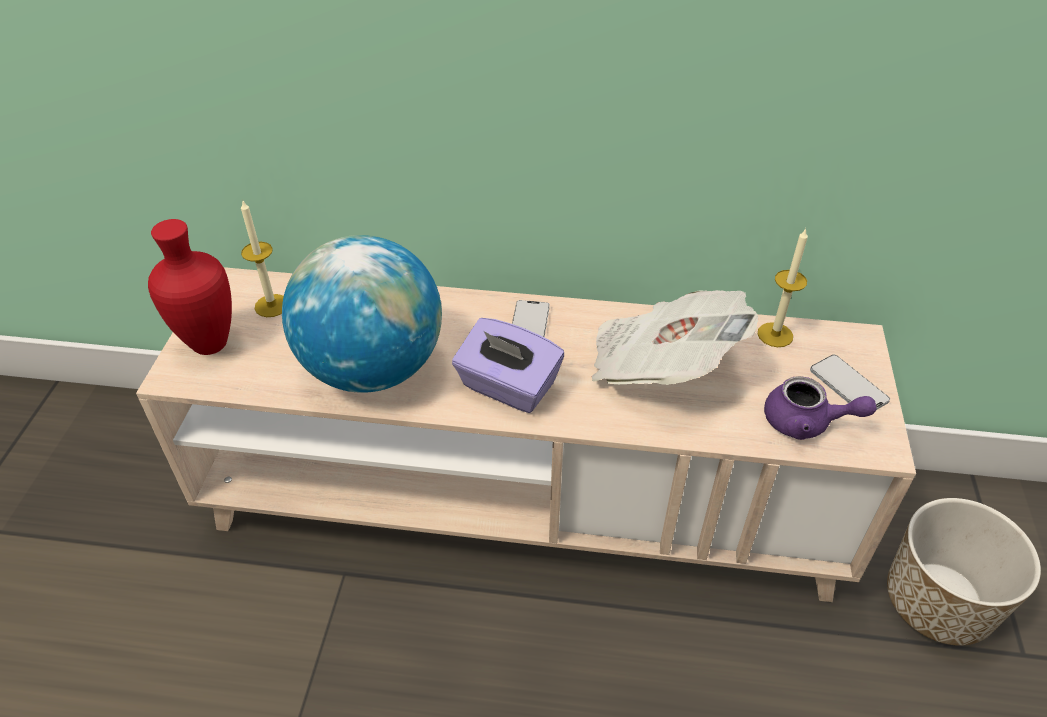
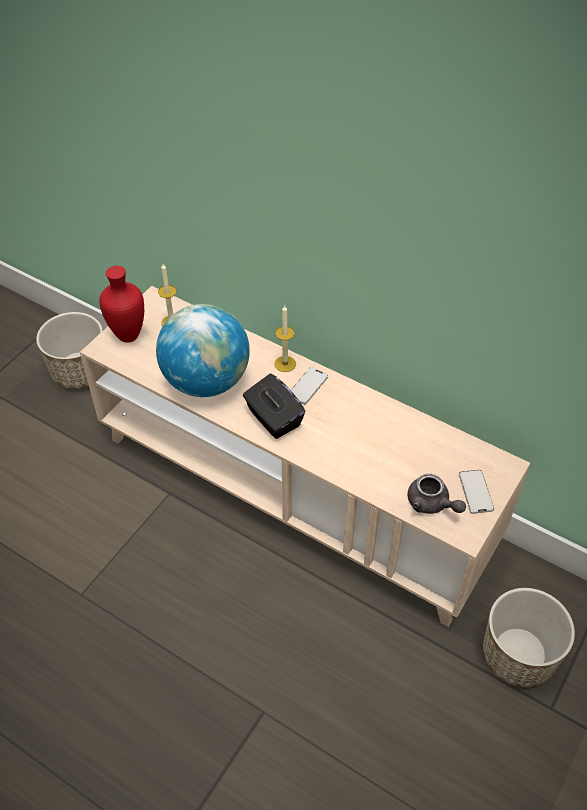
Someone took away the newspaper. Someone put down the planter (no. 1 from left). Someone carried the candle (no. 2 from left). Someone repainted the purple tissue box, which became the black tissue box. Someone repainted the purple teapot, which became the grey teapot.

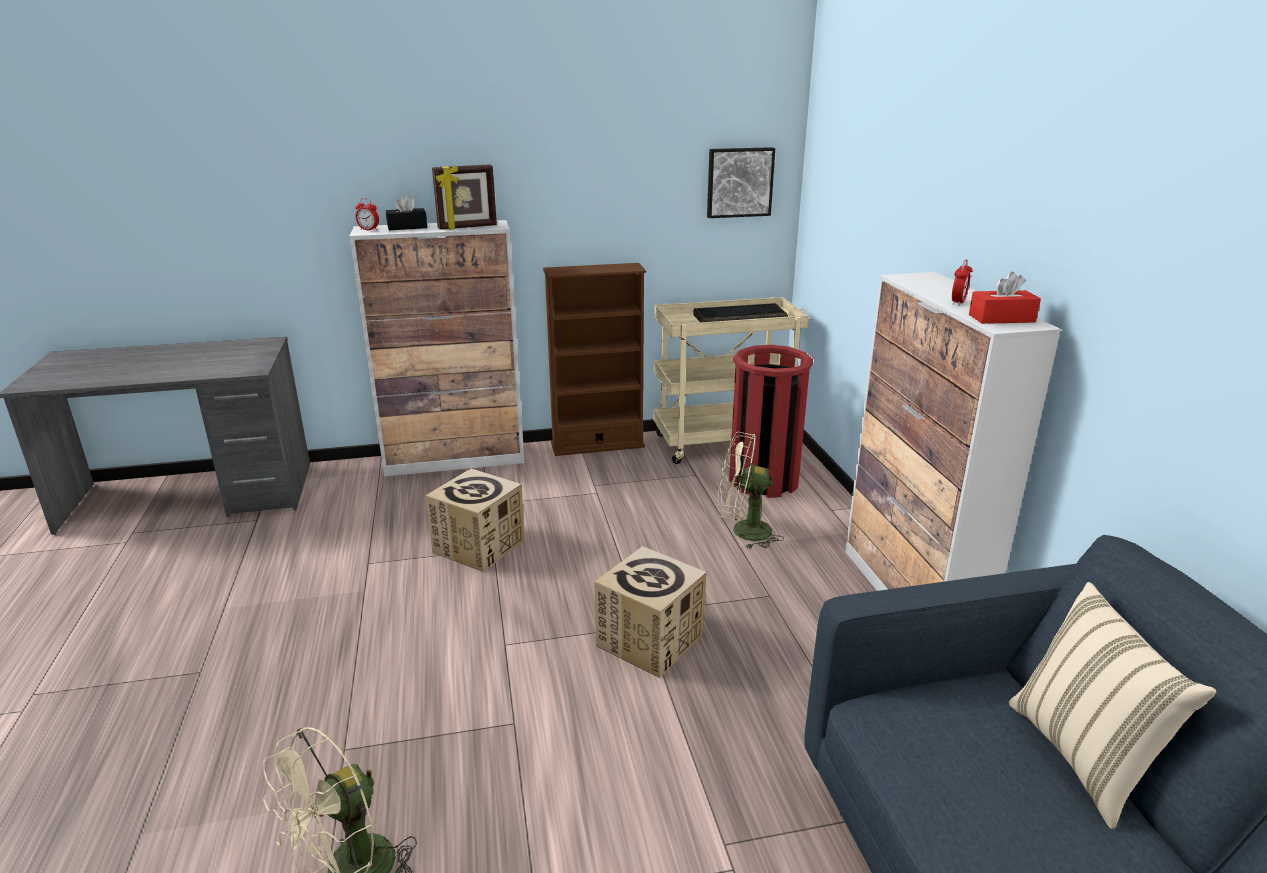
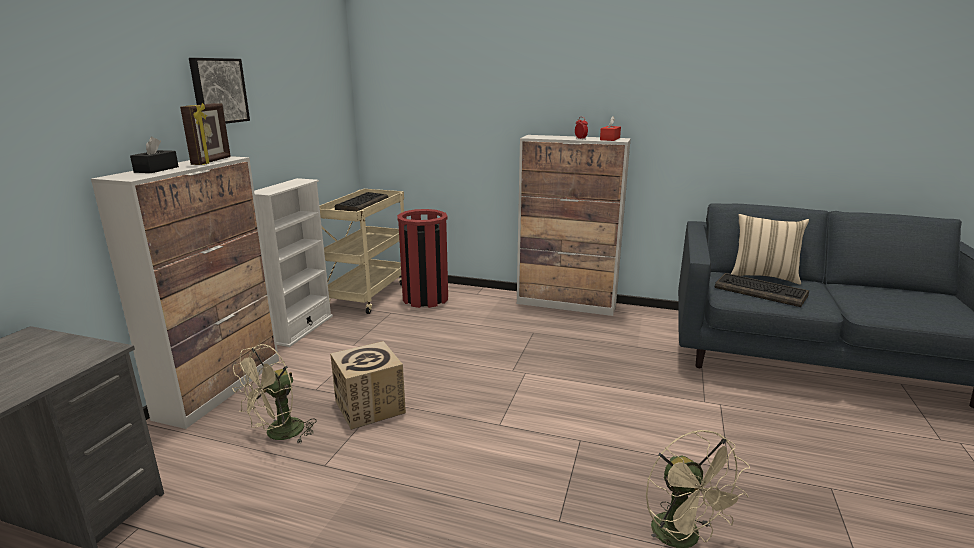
Someone took away the alarm clock (no. 1 from left). Someone took away the cardboard box (no. 2 from left). Someone put down the keyboard (no. 2 from left). Someone carried the picture. Someone carried the beige fan (no. 2 from left in the first image). Someone repainted the brown bookcase, which became the white bookcase.

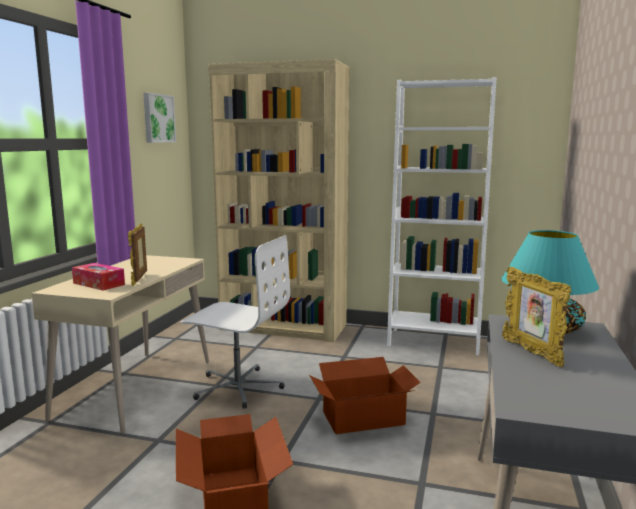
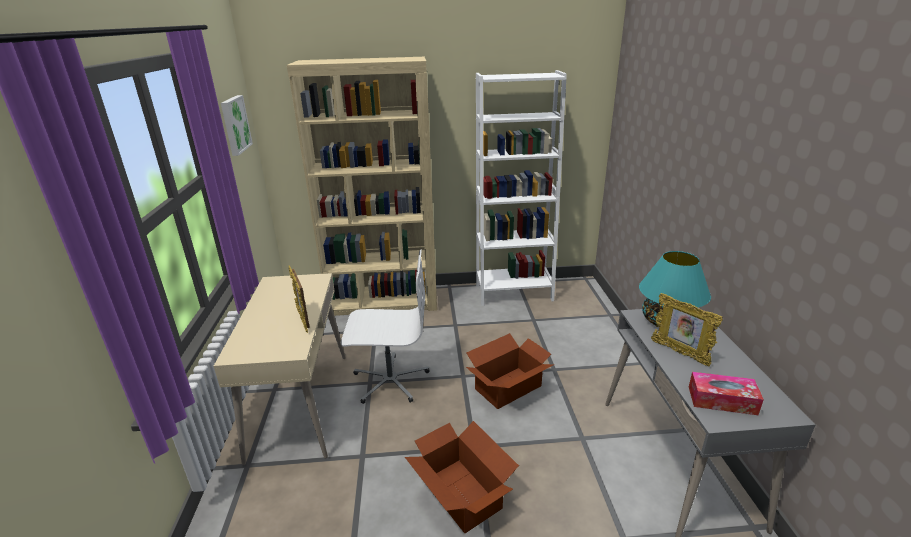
Someone carried the tissue box.

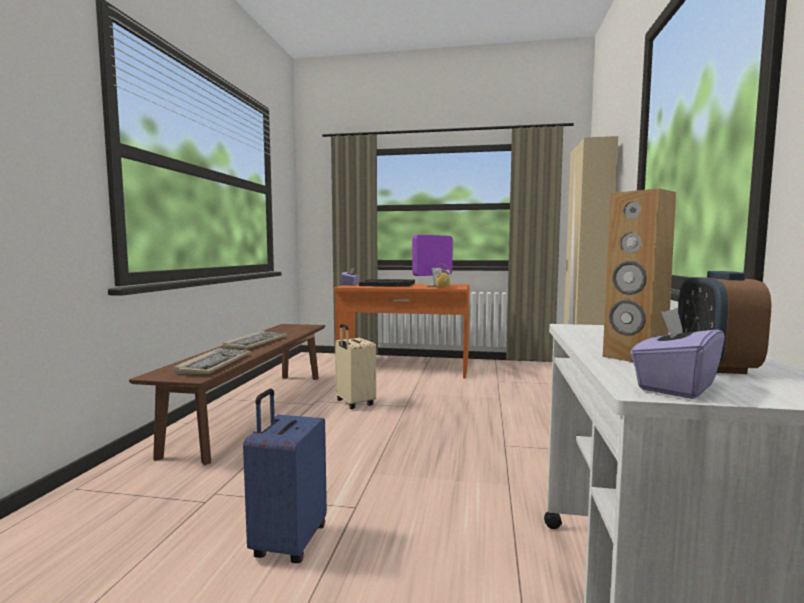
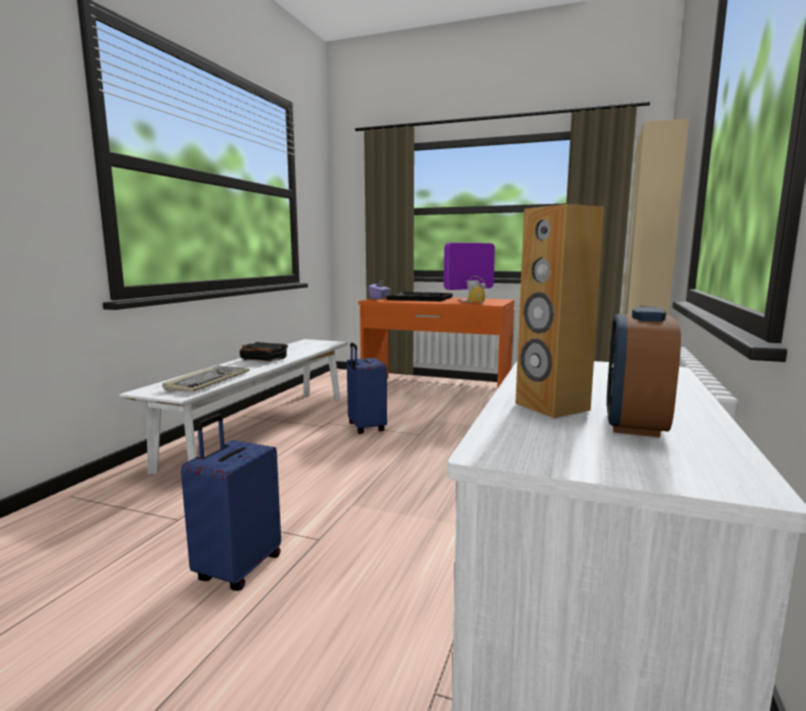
Someone took away the purple tissue box (no. 2 from left). Someone swapped the keyboard (no. 2 from left) for the black book. Someone repainted the brown bench, which became the white bench. Someone repainted the beige suitcase, which became the blue suitcase (no. 2 from left).

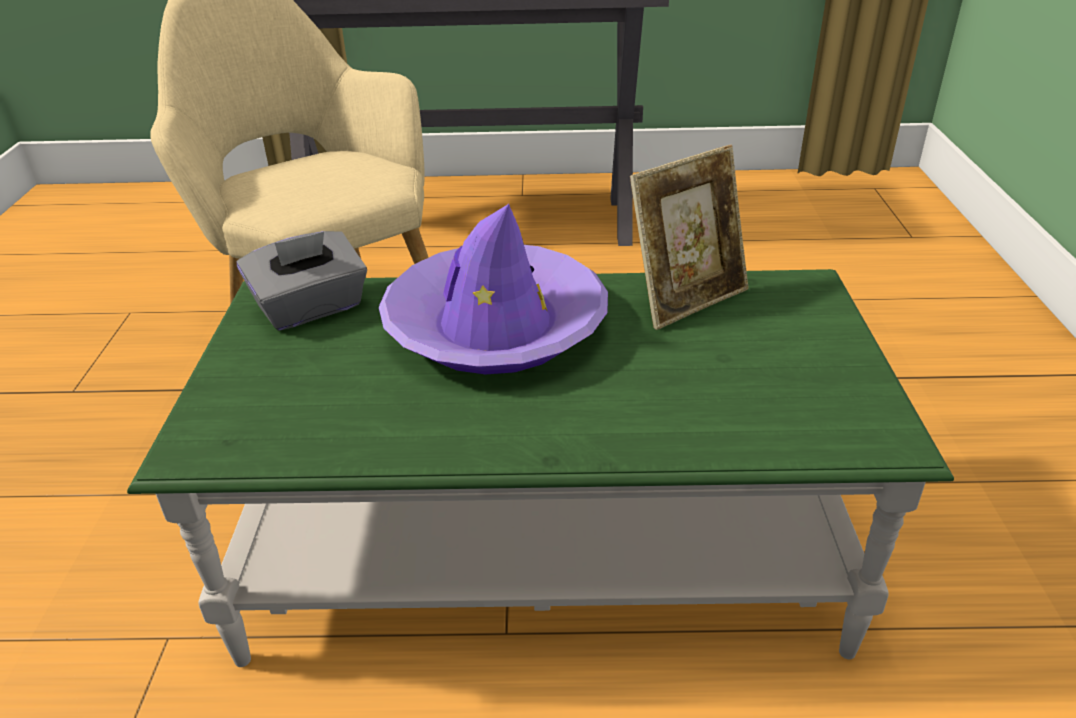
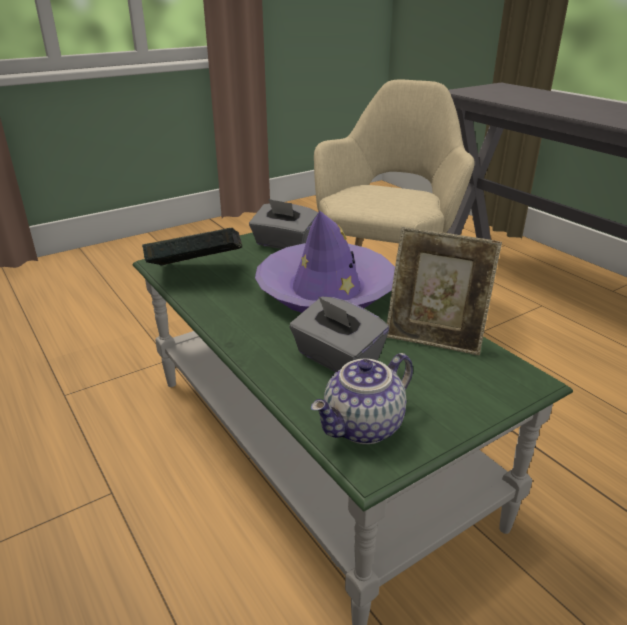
Someone put down the book. Someone put down the grey tissue box (no. 2 from left). Someone put down the teapot.

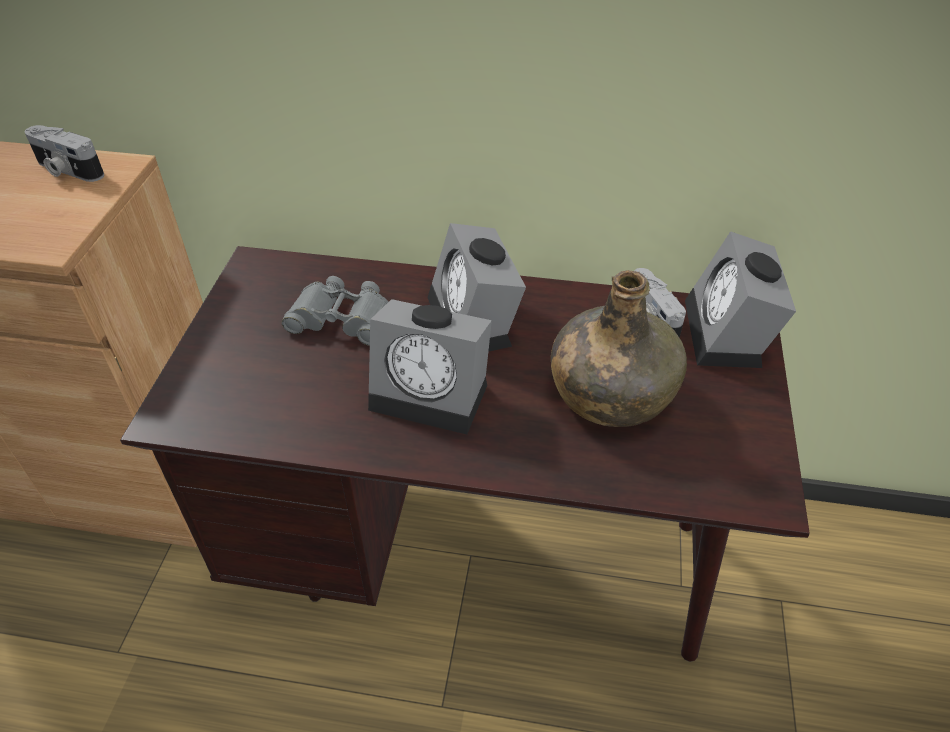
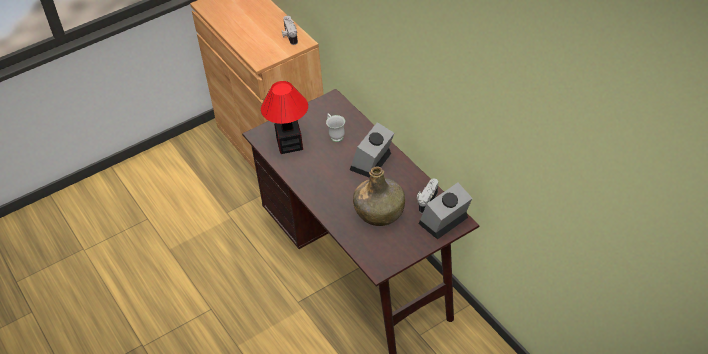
Someone took away the alarm clock (no. 1 from left). Someone put down the table lamp. Someone swapped the grey binoculars for the white mug.

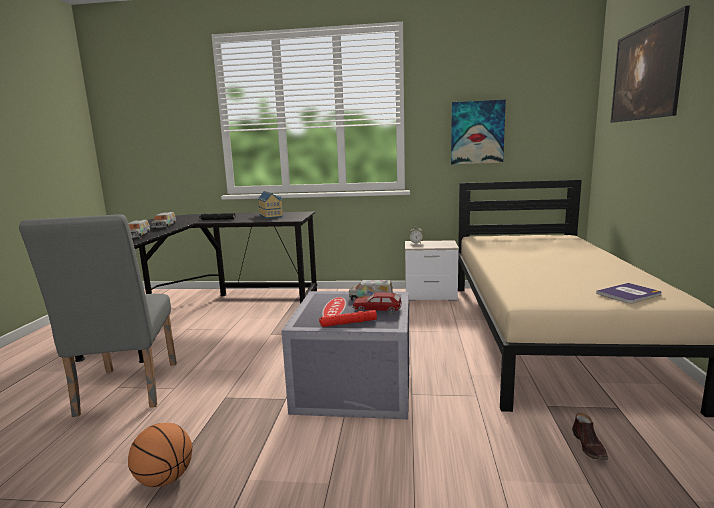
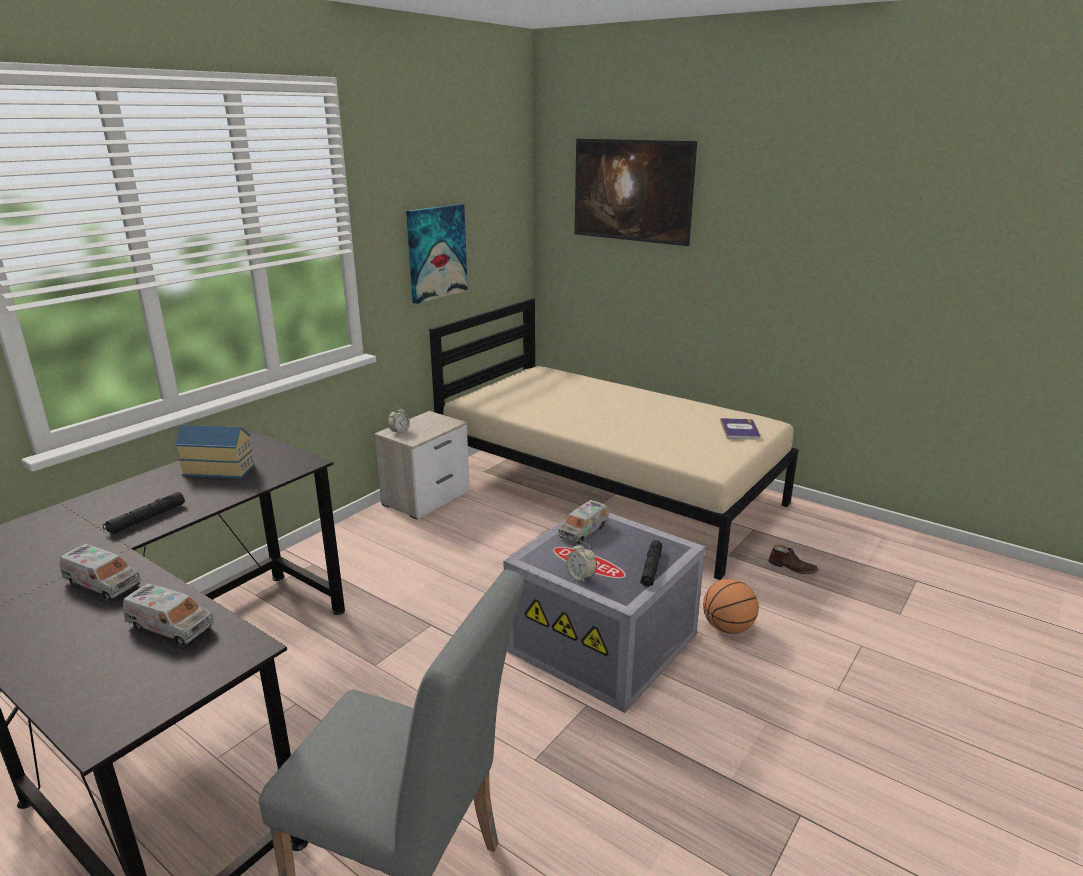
Someone took away the toy car. Someone put down the alarm clock (no. 2 from left). Someone carried the basketball. Someone repainted the red flashlight, which became the black flashlight (no. 2 from left).

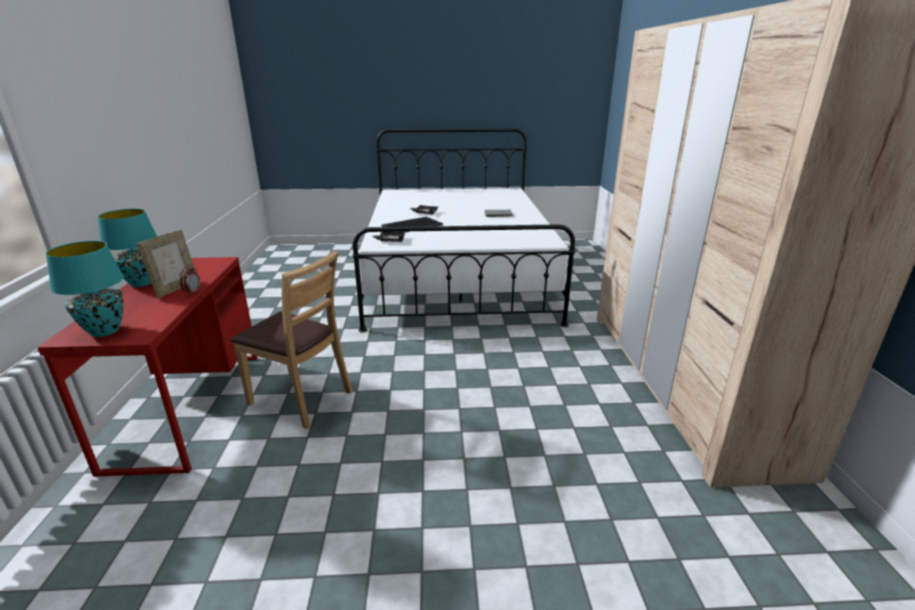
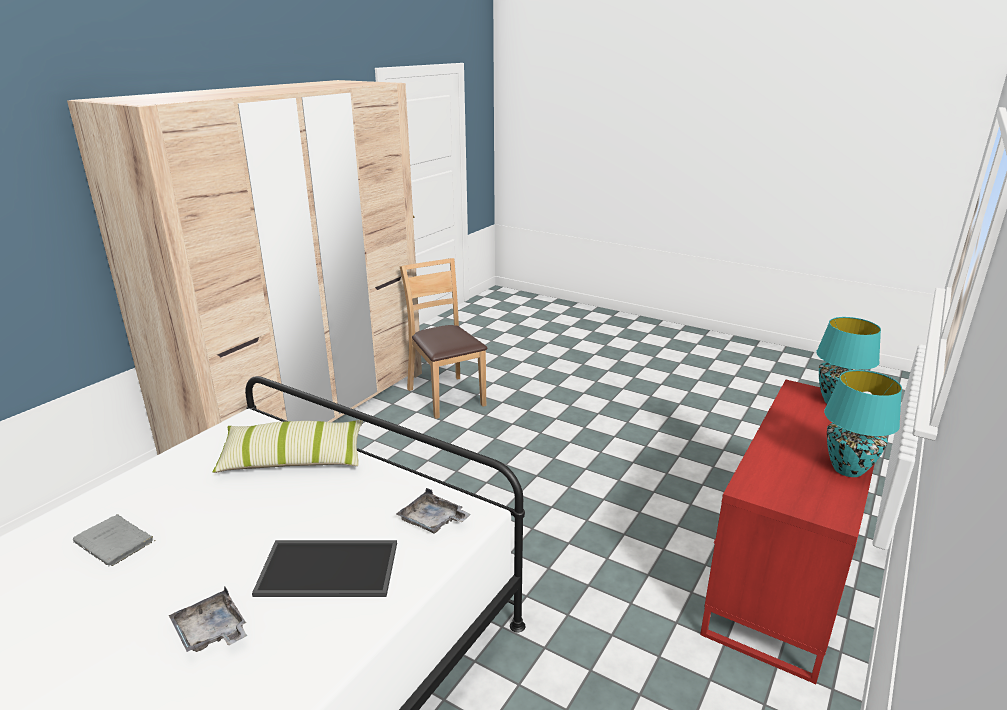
Someone took away the picture frame. Someone took away the alarm clock. Someone put down the pillow. Someone carried the brown chair.

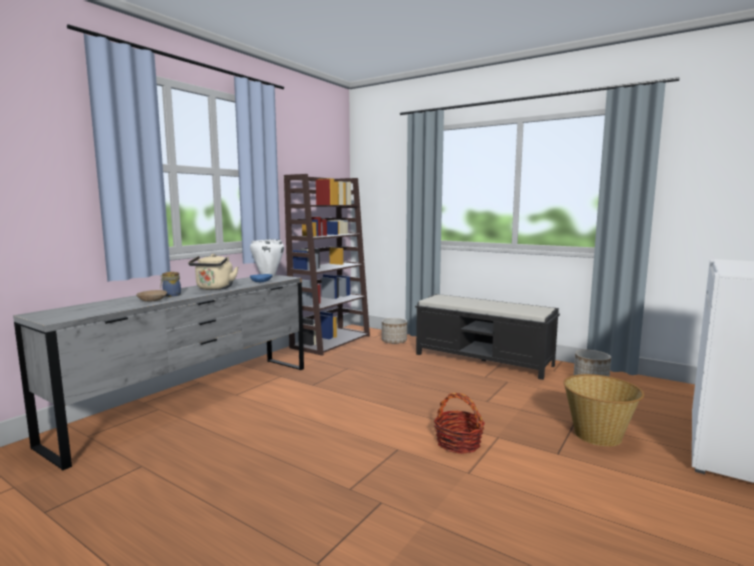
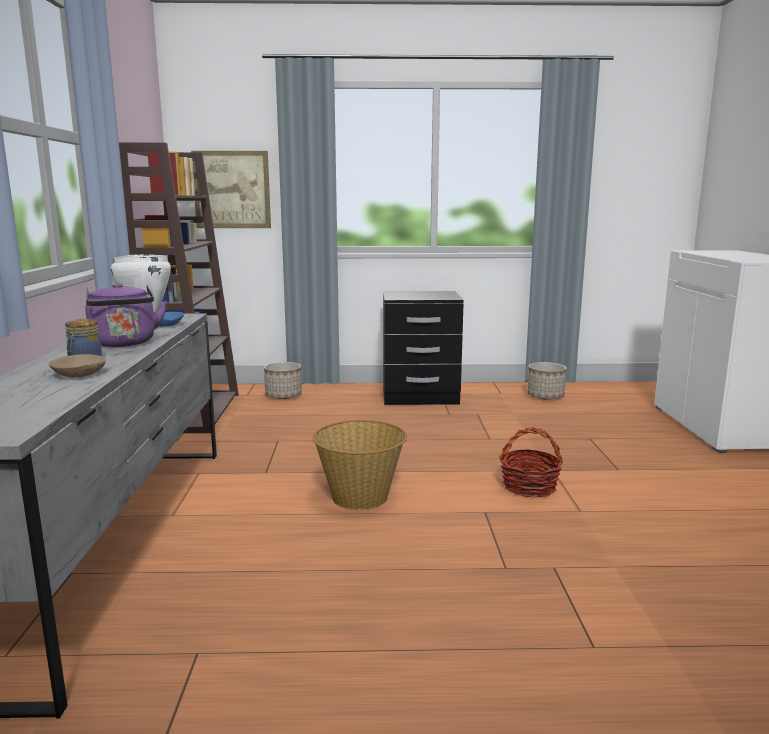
Someone put up the picture. Someone carried the basket (no. 2 from left in the first image). Someone swapped the black bench for the black nightstand. Someone repainted the beige kettle, which became the purple kettle.

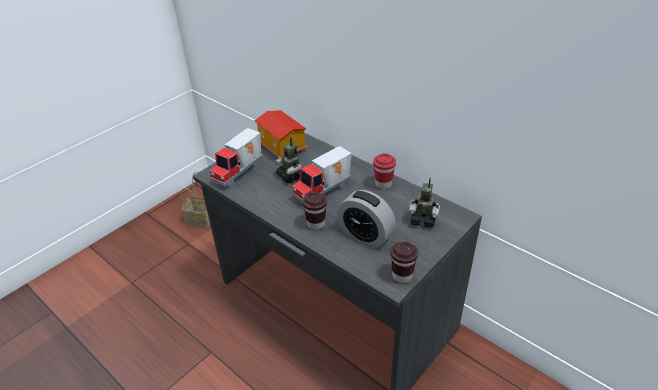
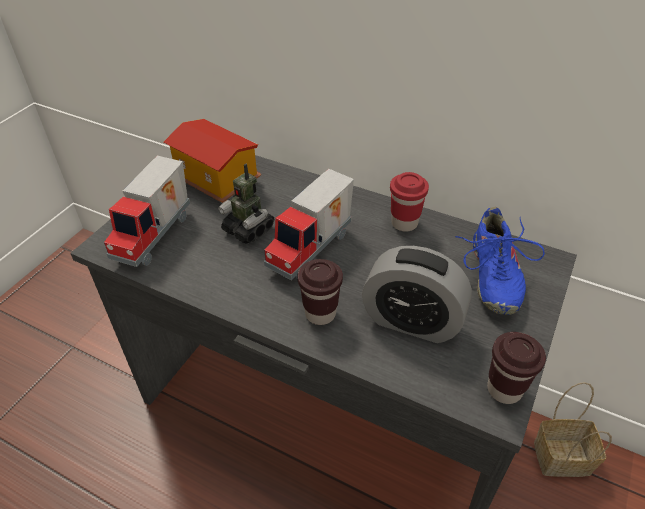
Someone carried the basket. Someone swapped the toy robot (no. 2 from left) for the blue shoe.

